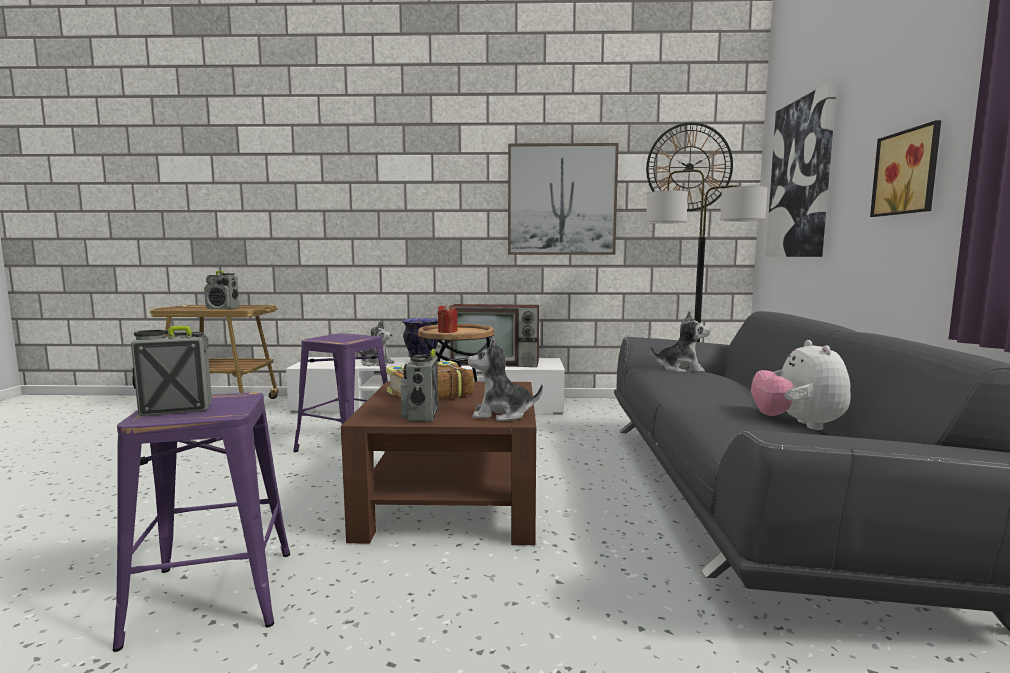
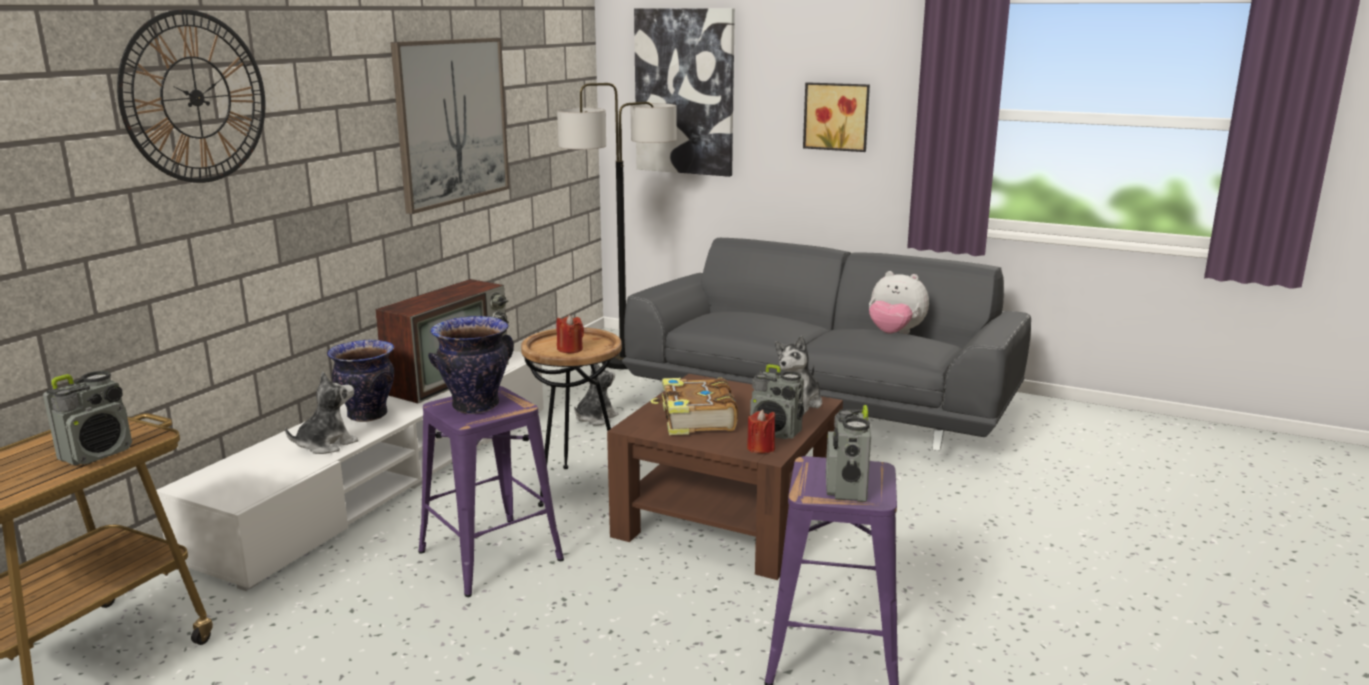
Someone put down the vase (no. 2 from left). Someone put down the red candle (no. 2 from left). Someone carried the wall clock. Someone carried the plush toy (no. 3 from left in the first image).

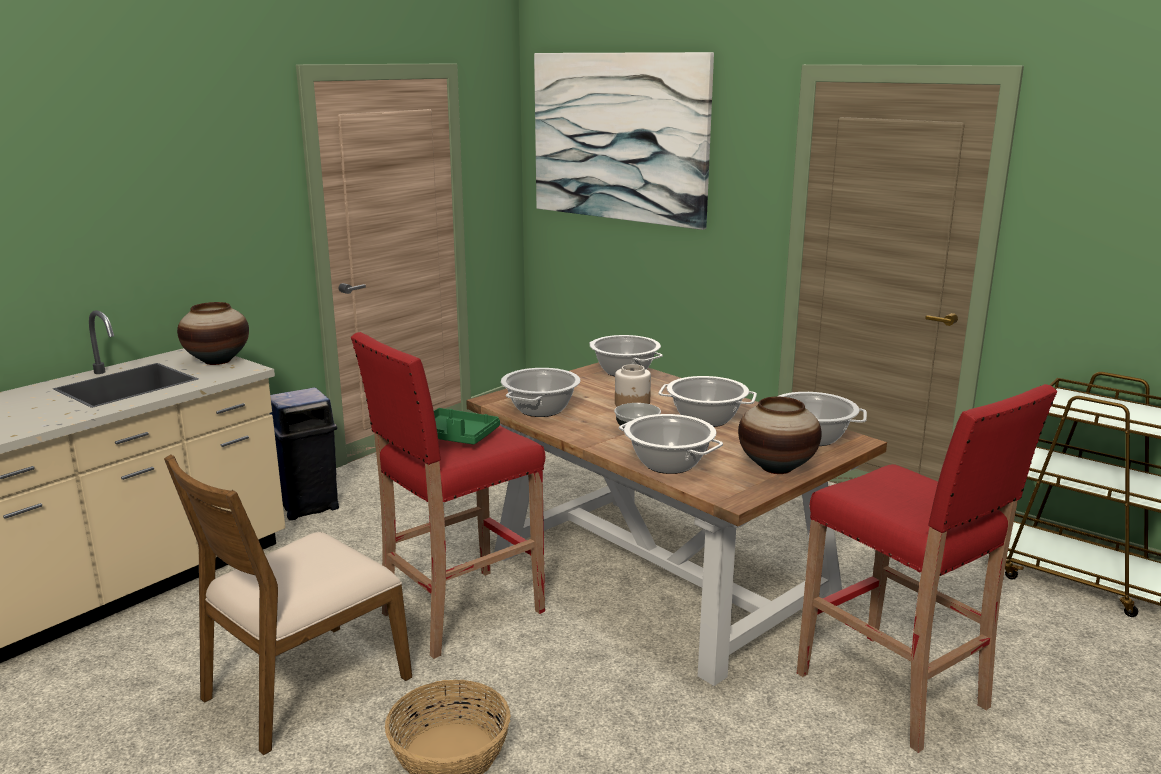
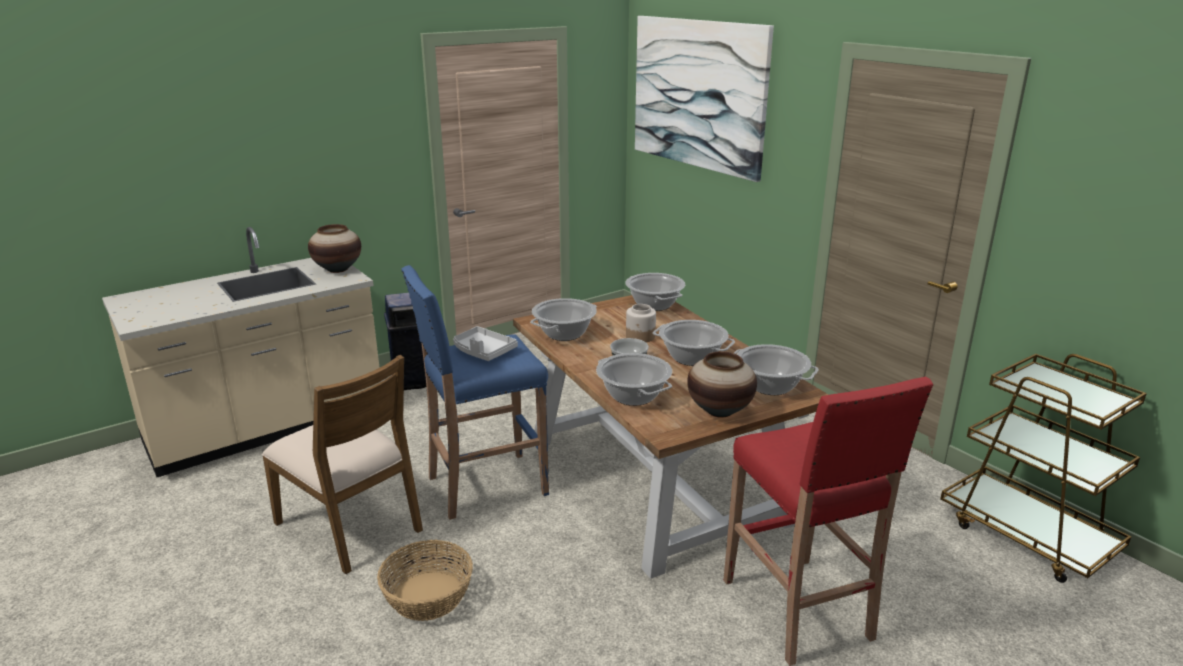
Someone repainted the red stool (no. 1 from left), which became the blue stool. Someone repainted the green tray, which became the grey tray. Someone rotated the brown chair by 105 degrees counterclockwise.

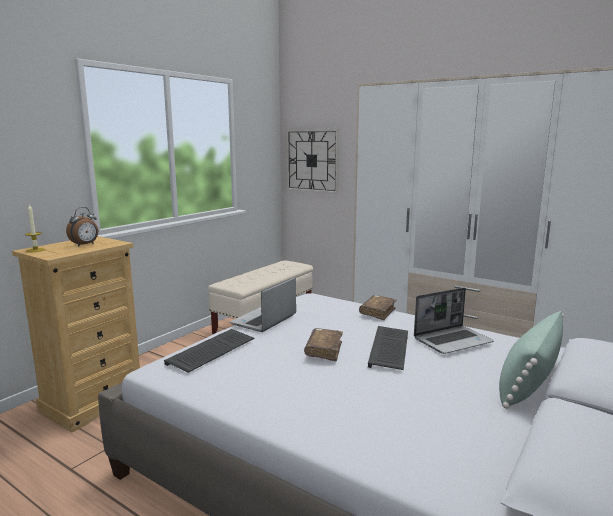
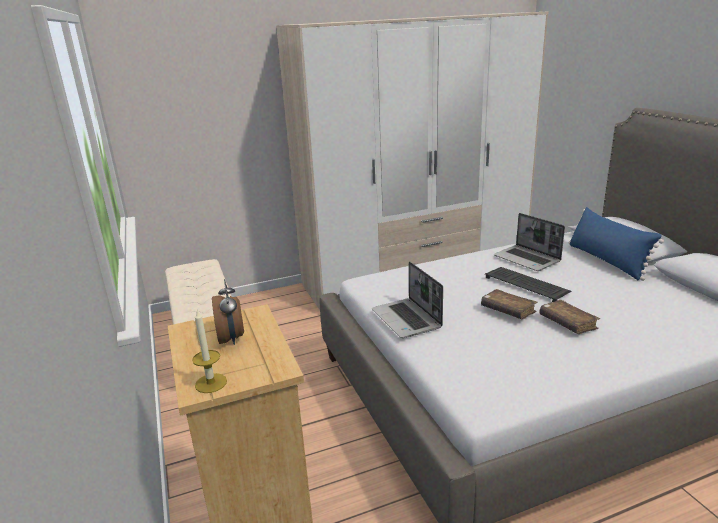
Someone took away the keyboard (no. 1 from left). Someone took away the wall clock. Someone carried the brown book (no. 2 from left). Someone repainted the green pillow, which became the blue pillow. Someone rotated the laptop (no. 2 from left) by 135 degrees clockwise.

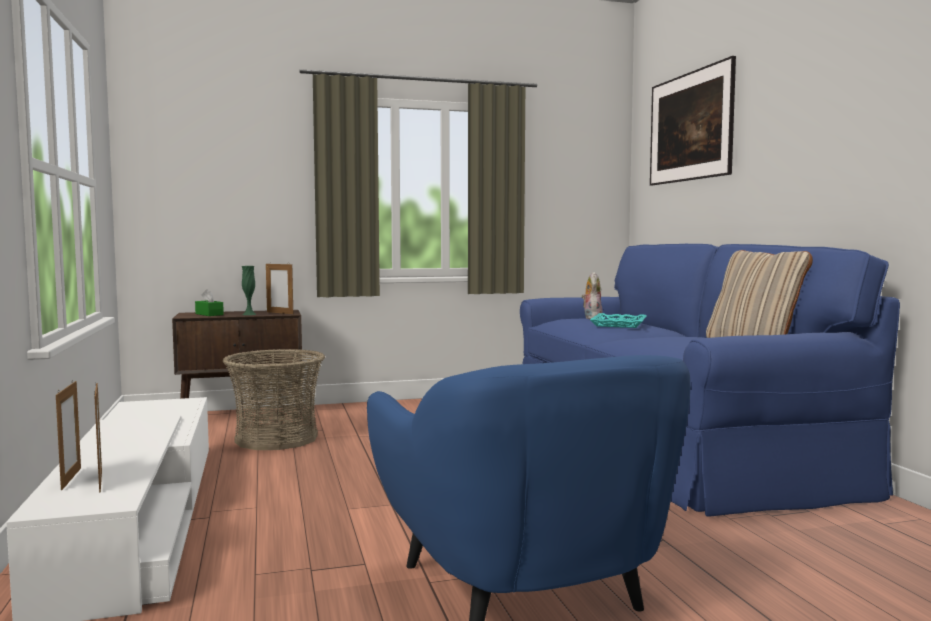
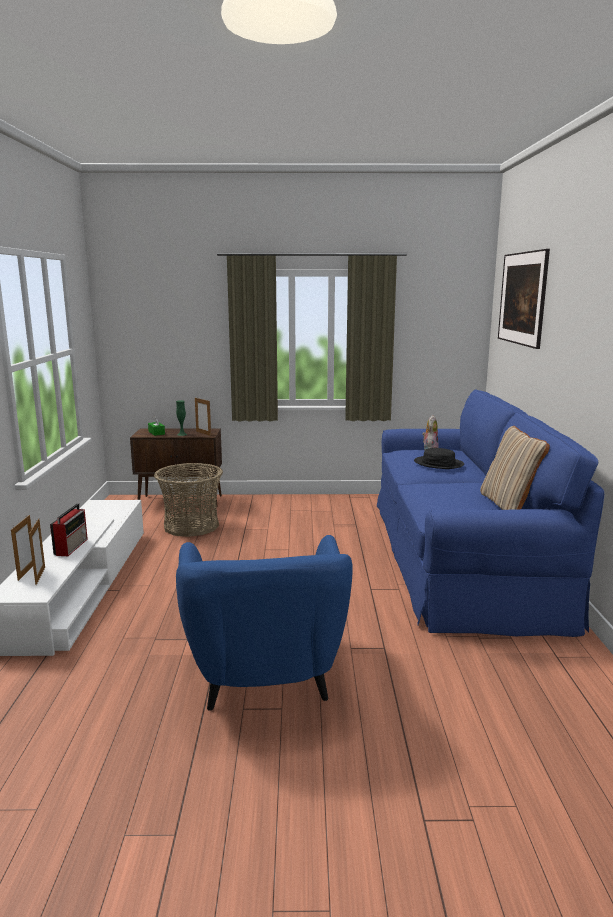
Someone put down the radio. Someone swapped the turquoise tray for the black hat.

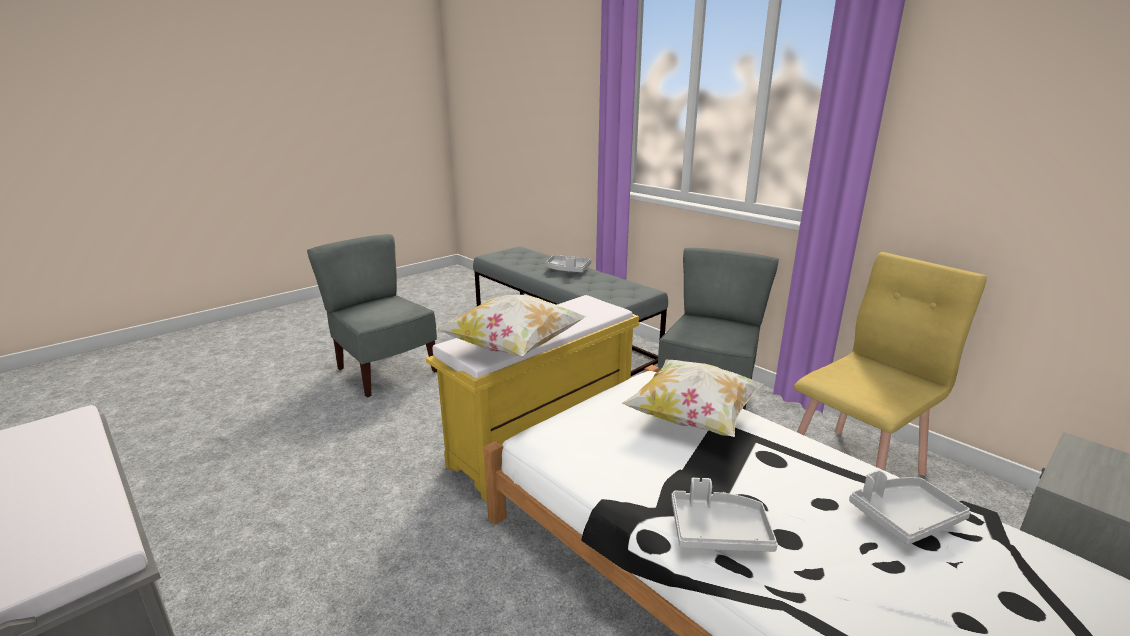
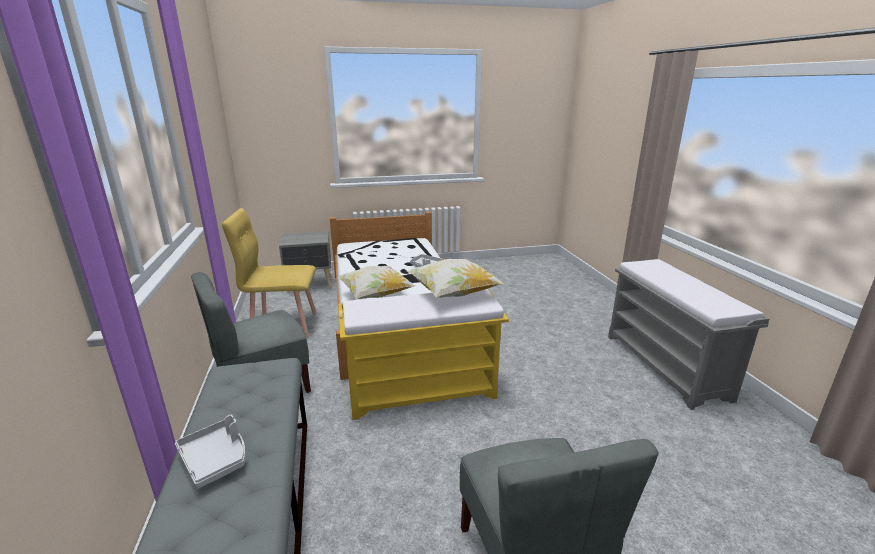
Someone took away the grey tray (no. 3 from left).

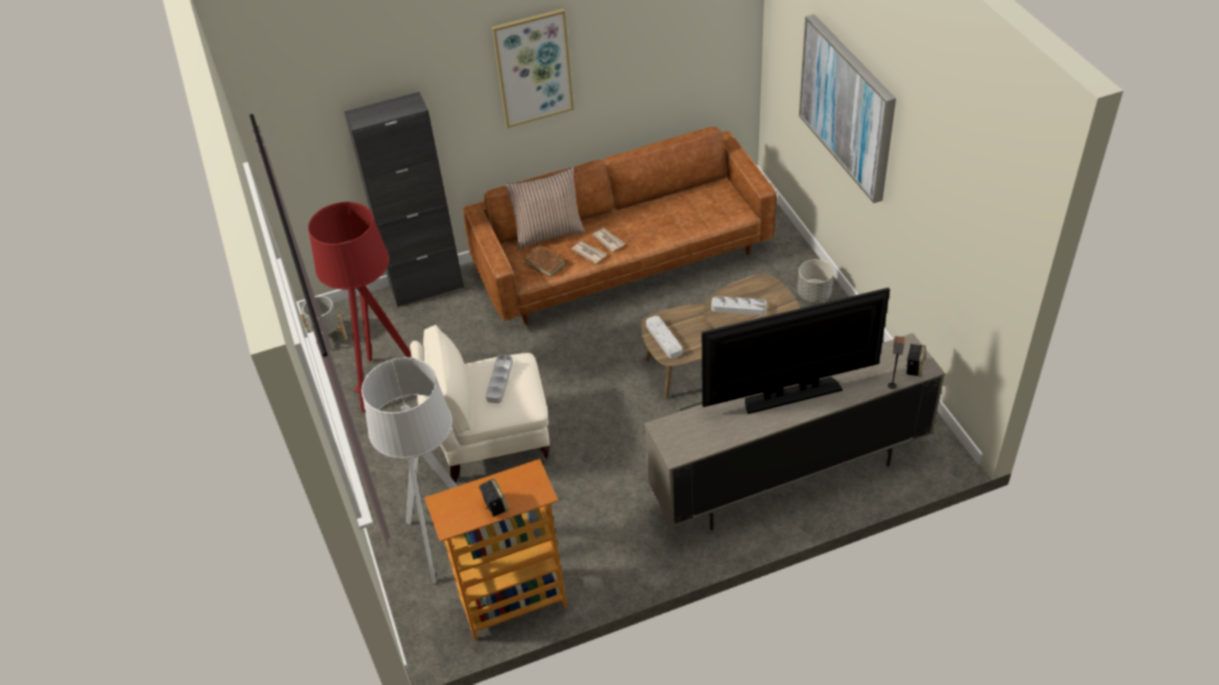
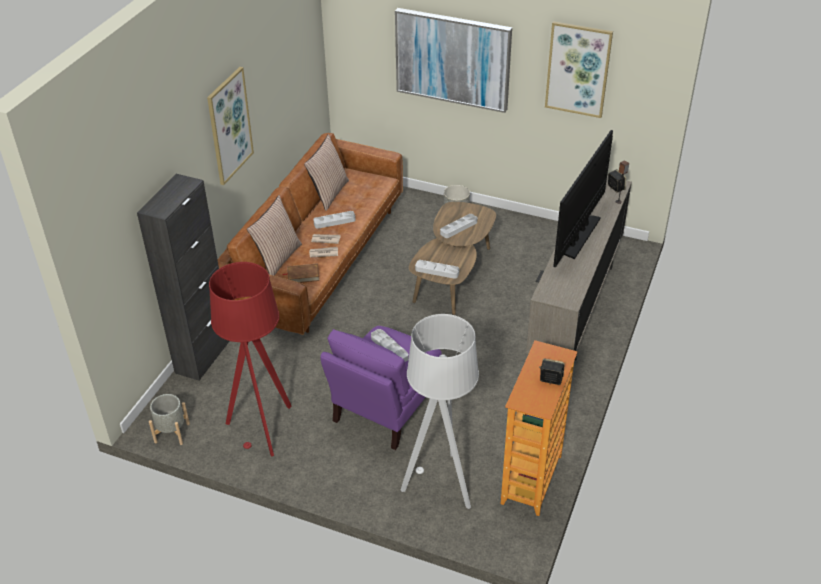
Someone put down the pillow (no. 2 from left). Someone put down the grey tray (no. 1 from left). Someone put up the picture (no. 3 from left). Someone repainted the beige armchair, which became the purple armchair.

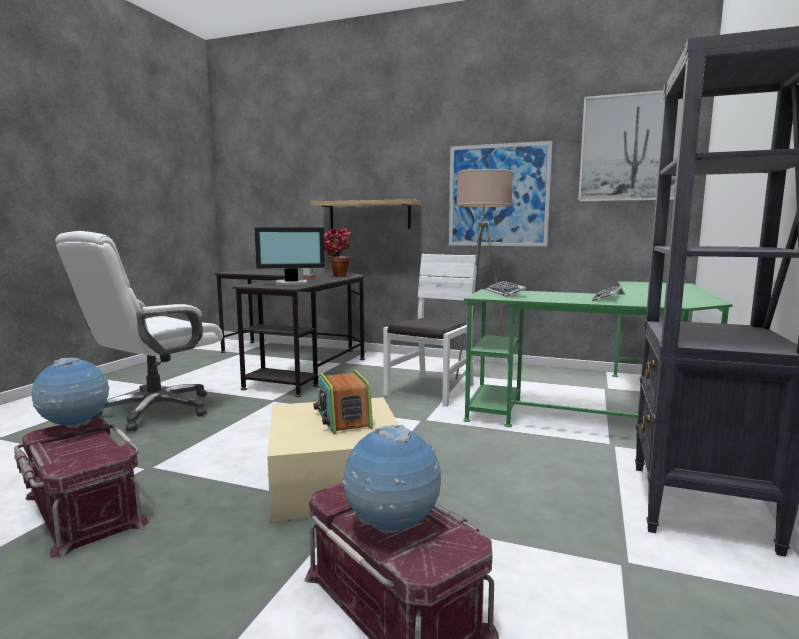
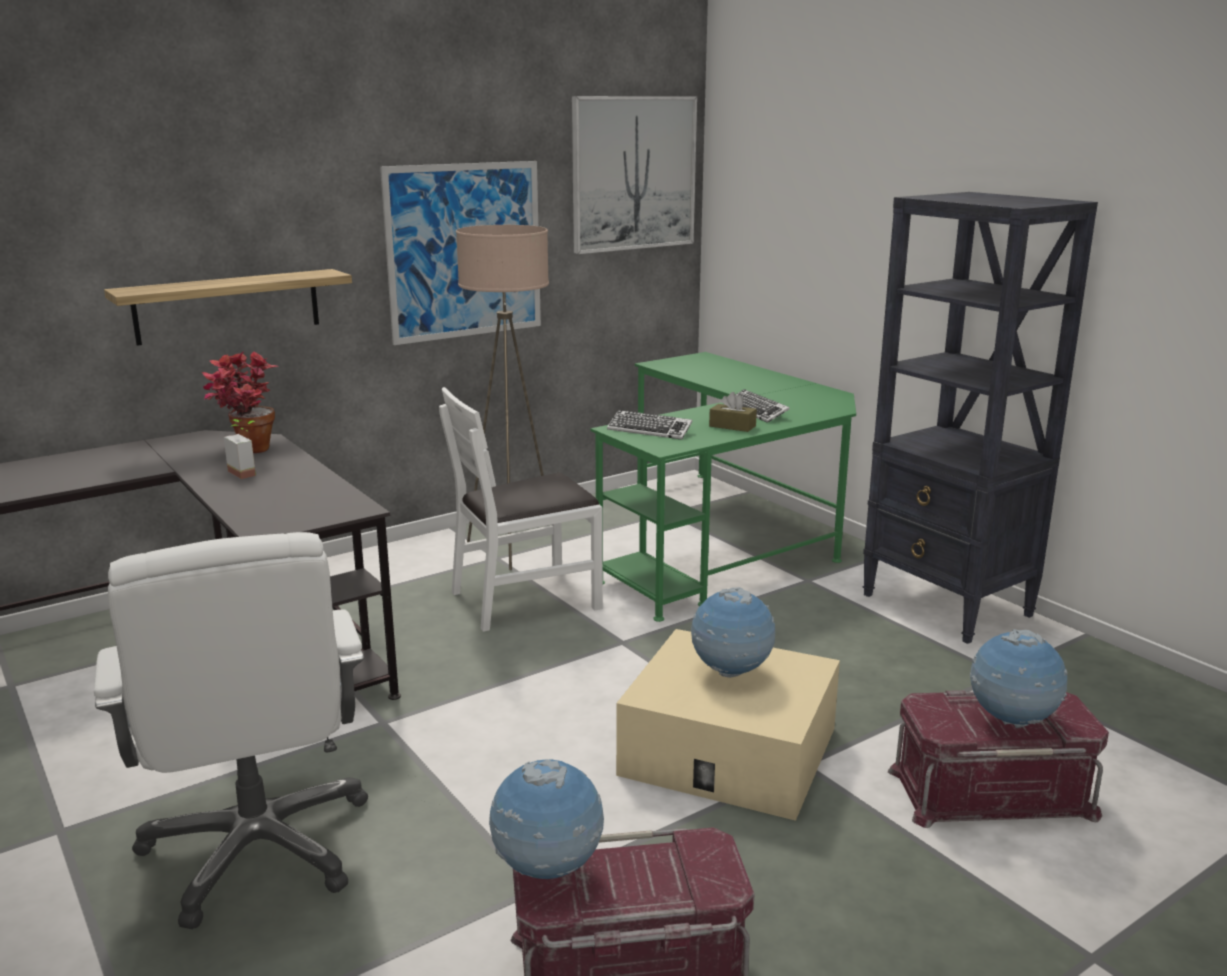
Someone took away the monitor. Someone put down the brown tissue box. Someone swapped the radio for the globe (no. 2 from left). Someone rotated the white chair by 90 degrees counterclockwise.

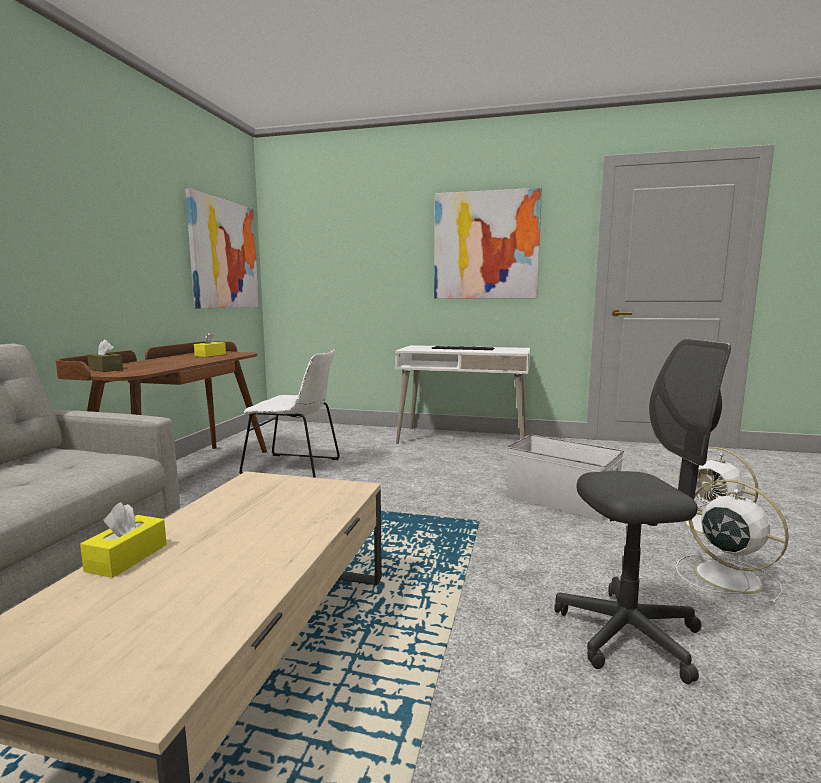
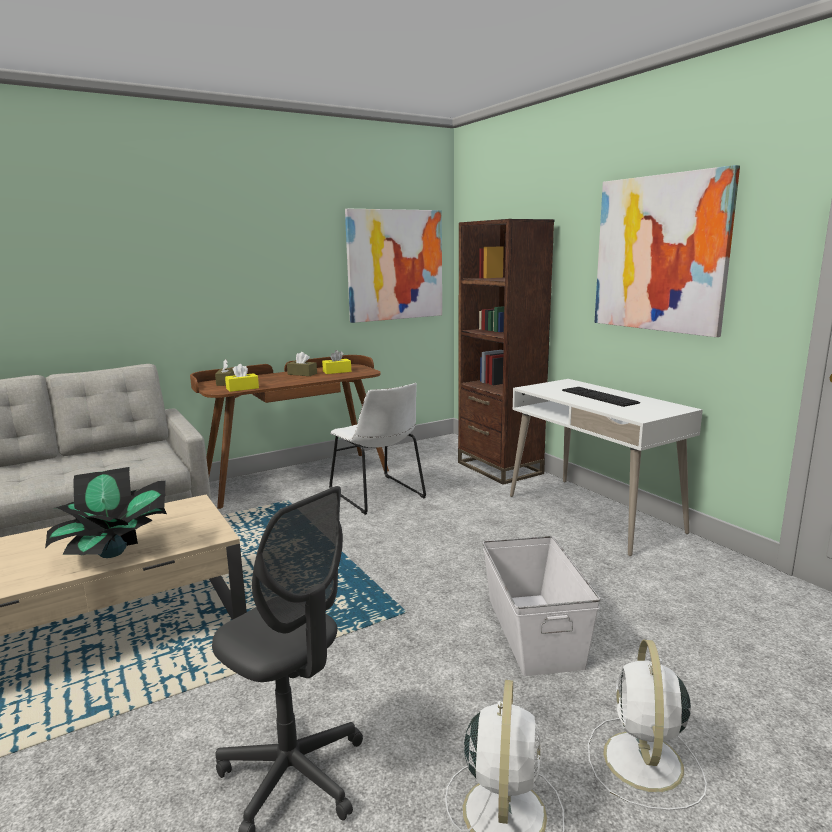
Someone put down the potted plant. Someone put down the brown tissue box (no. 2 from left). Someone put down the brown bookcase. Someone carried the yellow tissue box (no. 1 from left).

